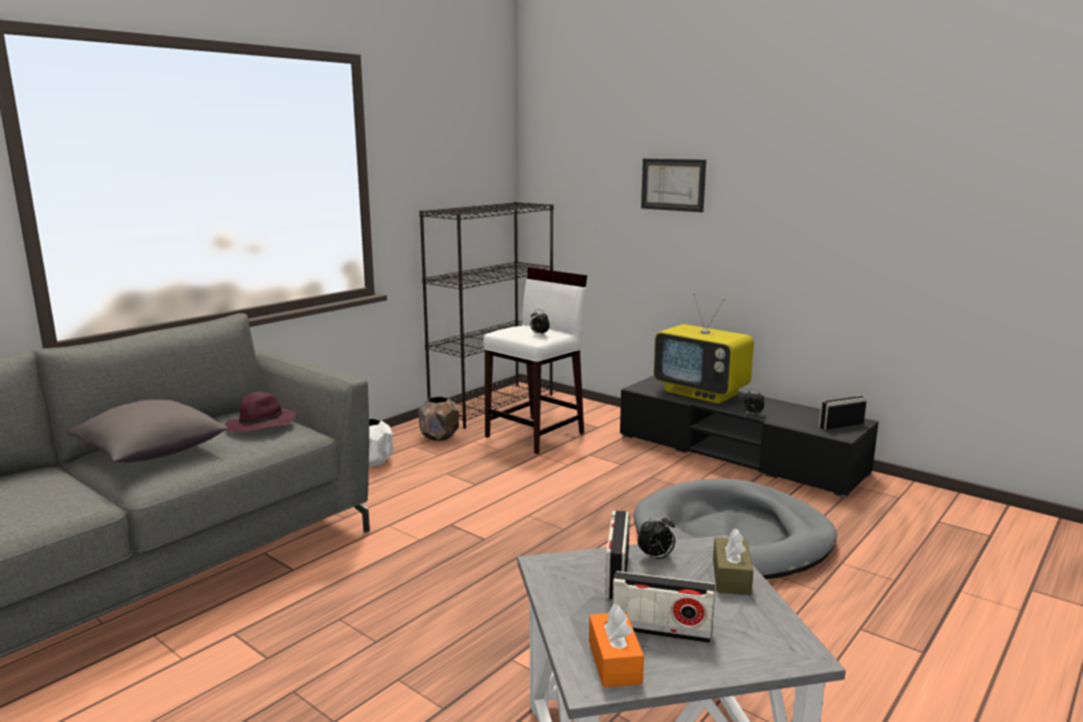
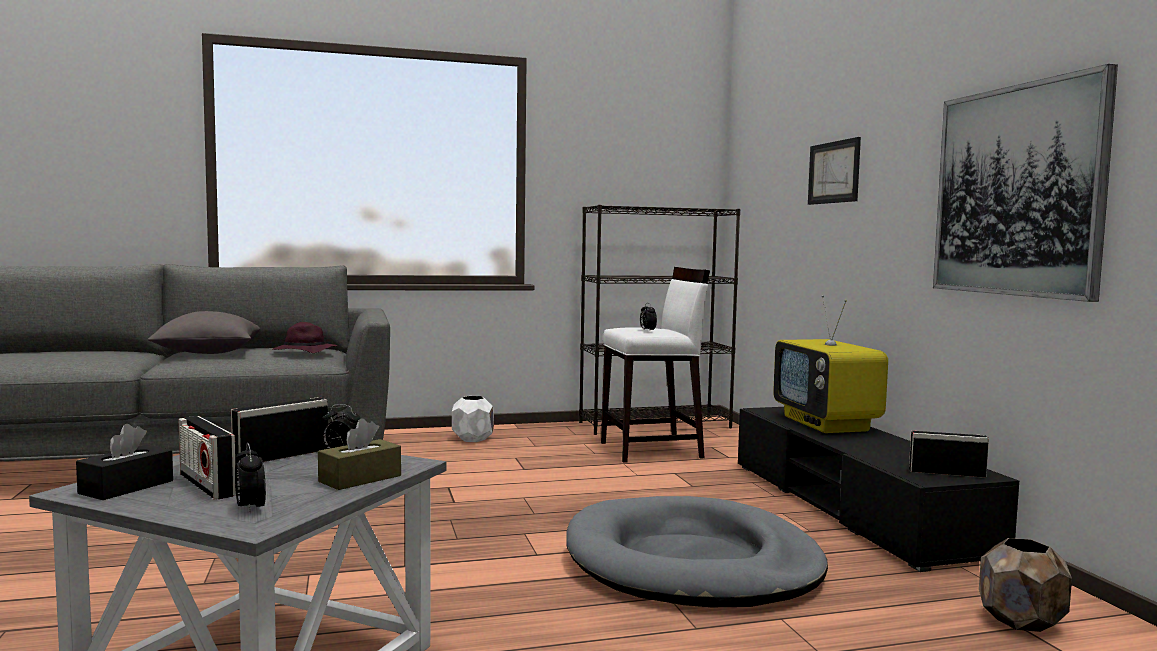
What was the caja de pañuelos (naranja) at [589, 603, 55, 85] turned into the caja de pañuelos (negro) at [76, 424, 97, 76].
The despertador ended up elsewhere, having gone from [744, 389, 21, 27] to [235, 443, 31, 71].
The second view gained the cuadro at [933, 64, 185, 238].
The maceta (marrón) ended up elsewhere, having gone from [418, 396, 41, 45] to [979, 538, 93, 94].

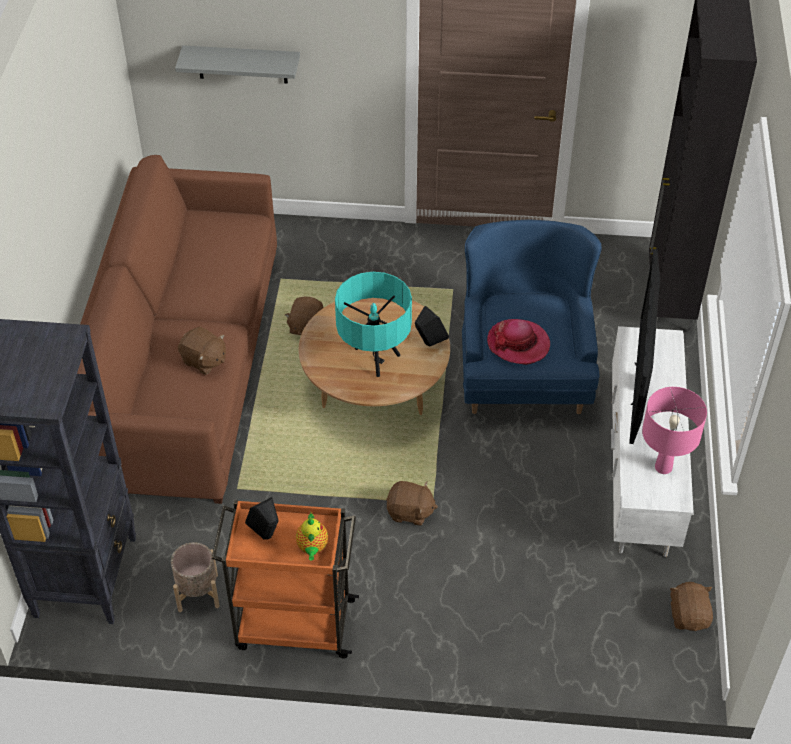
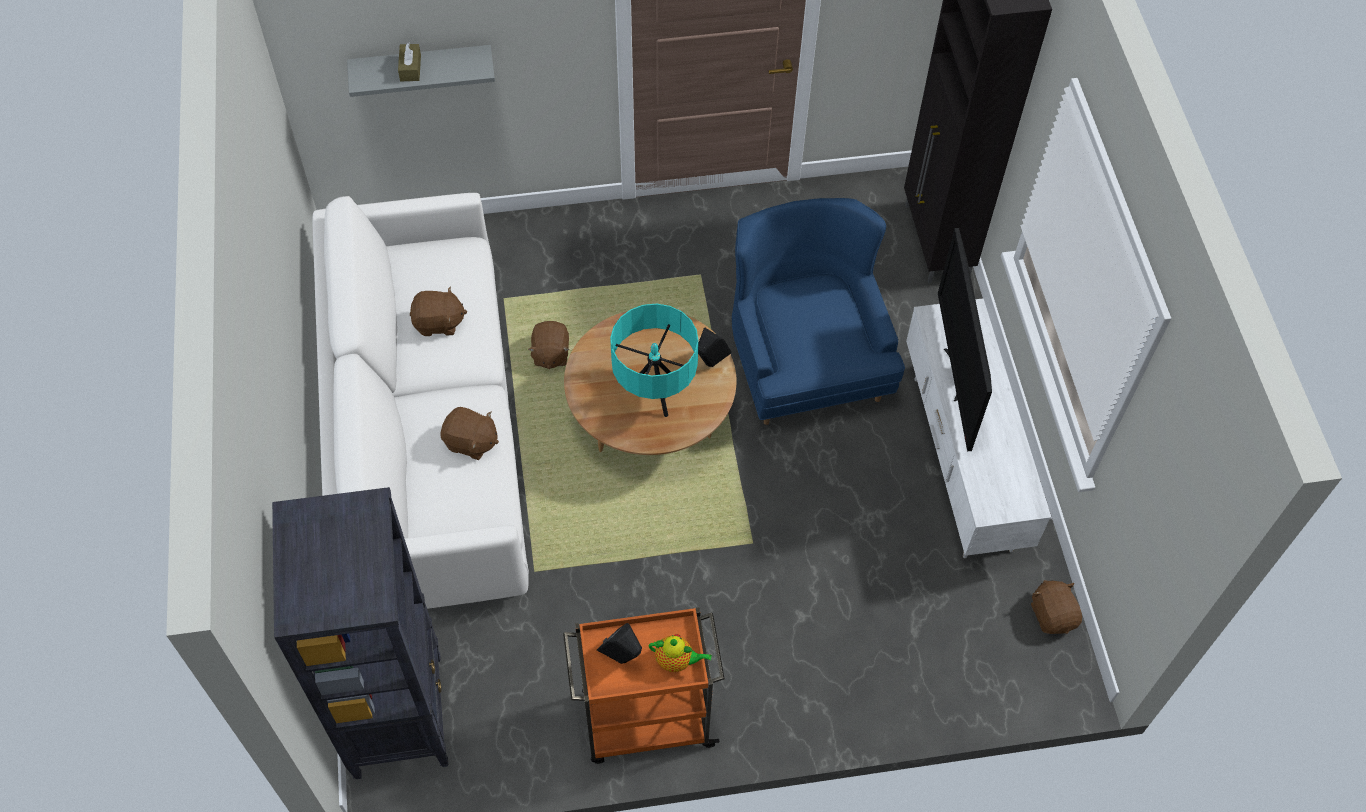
What was the sofá (marrón) at [77, 155, 200, 349] turned into the sofá (blanco) at [313, 193, 216, 416].
The second view gained the caja de pañuelos (marrón) at [398, 43, 23, 38].
The peluche (marrón) ended up elsewhere, having gone from [386, 481, 52, 45] to [410, 286, 57, 50].
The tetera at [296, 513, 32, 47] ended up facing another way, 60 degrees counterclockwise from before.
The second view lost the maceta (beis) at [171, 542, 49, 70].
The second view lost the sombrero at [487, 319, 63, 46].
The second view lost the lámpara de mesa (rosa) at [642, 387, 65, 87].

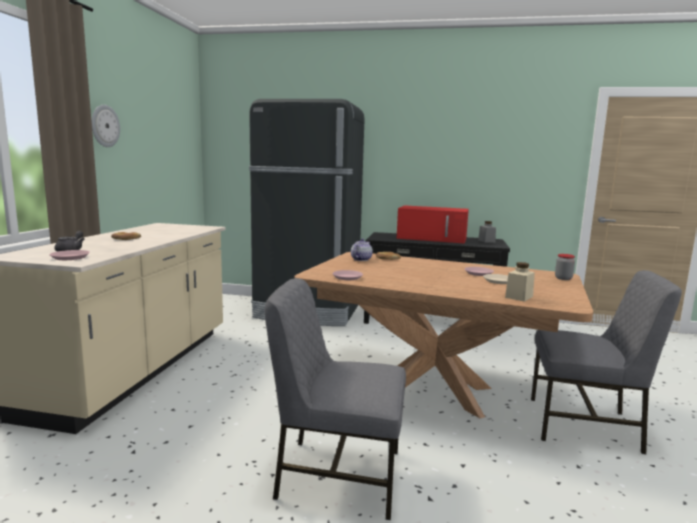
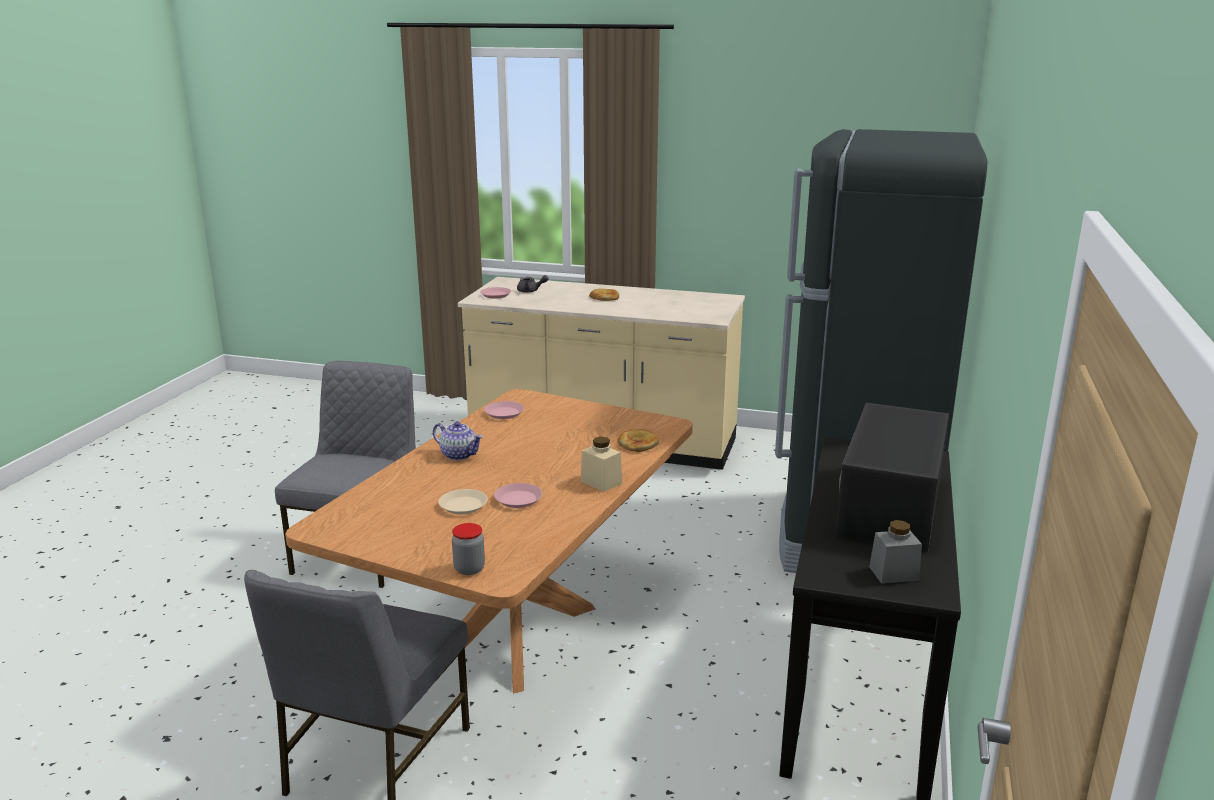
The tetera ended up elsewhere, having gone from [351, 239, 22, 22] to [433, 421, 50, 39].
The tarro (beis) ended up elsewhere, having gone from [505, 262, 30, 40] to [581, 437, 41, 55].
What was the microondas (rojo) at [397, 205, 72, 38] turned into the microondas (negro) at [835, 403, 114, 149].
The second view lost the reloj de pared at [91, 105, 29, 42].

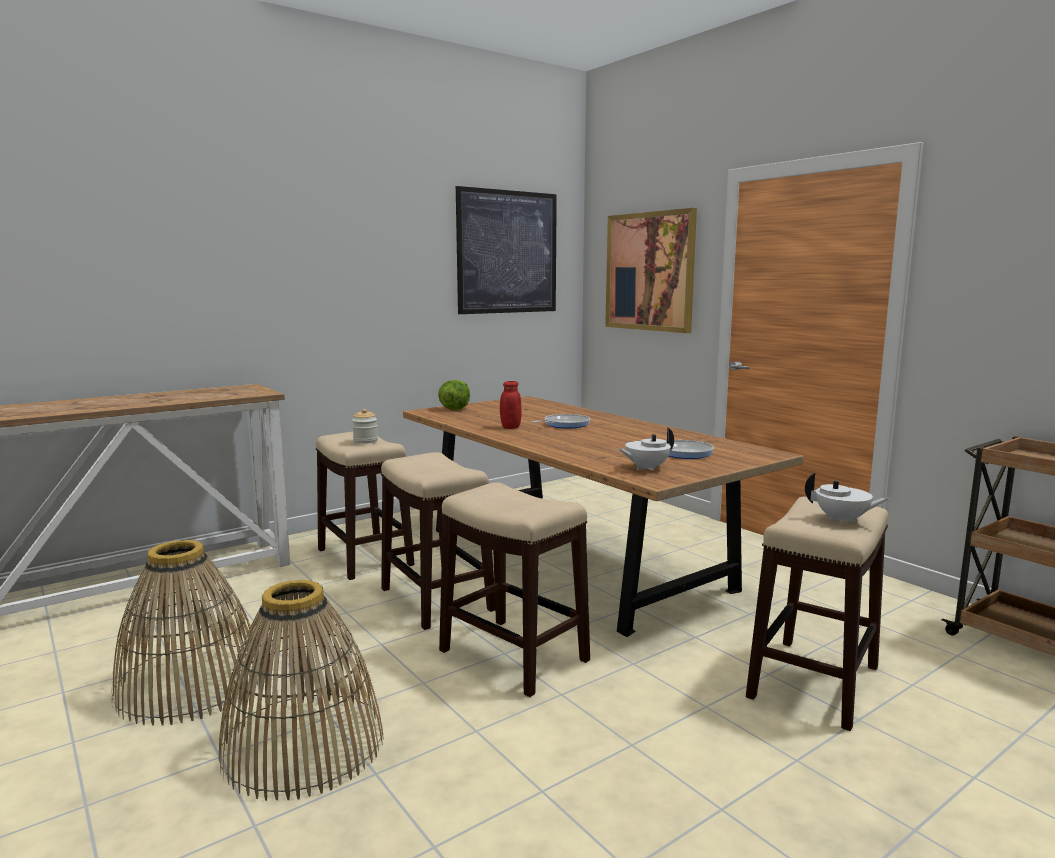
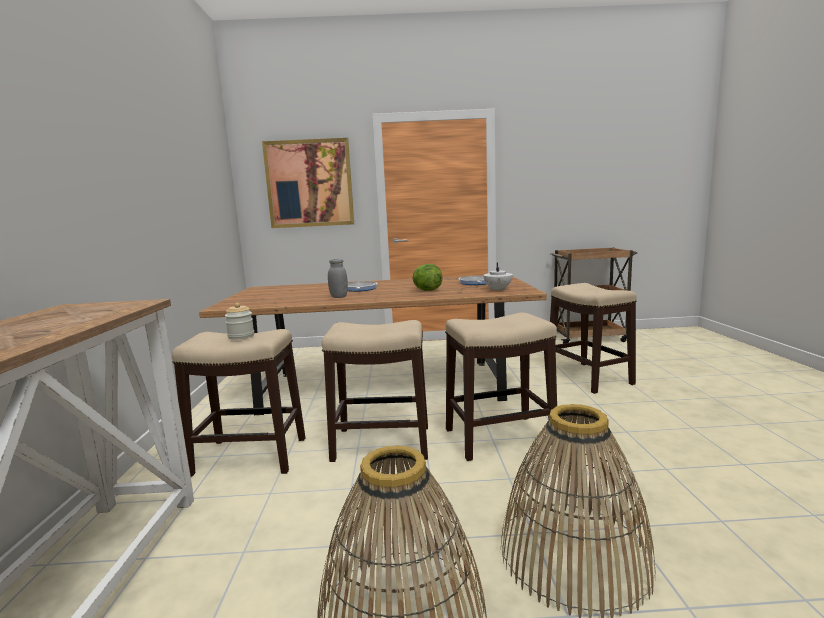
What was the tarro (rojo) at [500, 381, 22, 48] turned into the tarro (gris) at [328, 259, 20, 39].
The lechuga ended up elsewhere, having gone from [438, 380, 32, 30] to [413, 264, 29, 27].
The second view lost the cuadro at [456, 186, 101, 128].
The second view lost the tetera (blanco) at [805, 472, 85, 52].

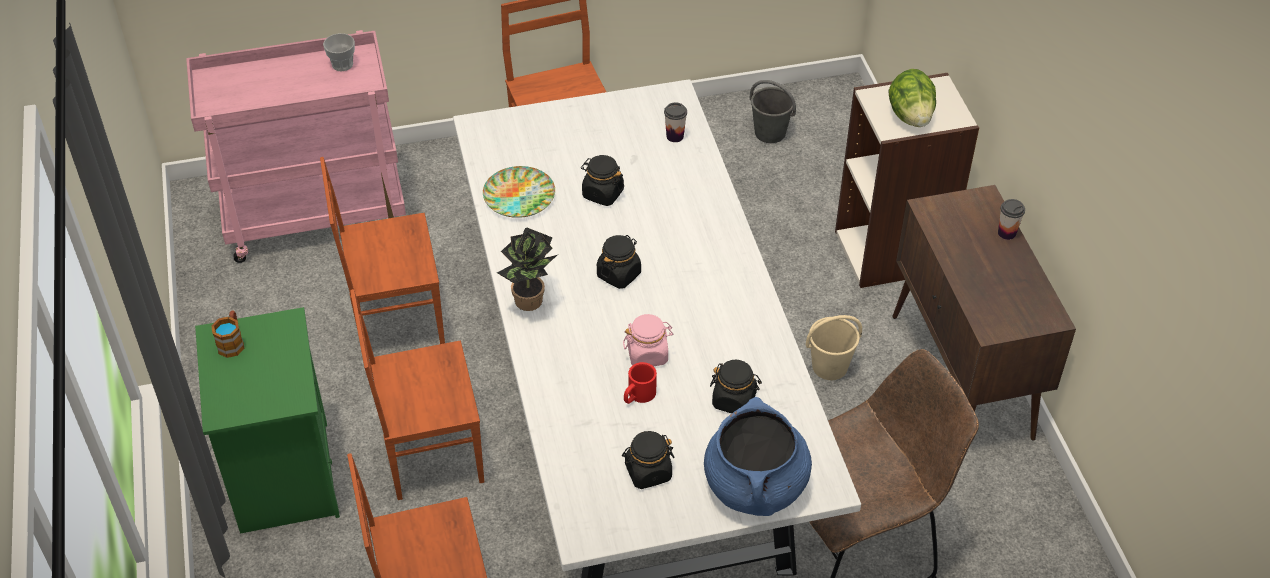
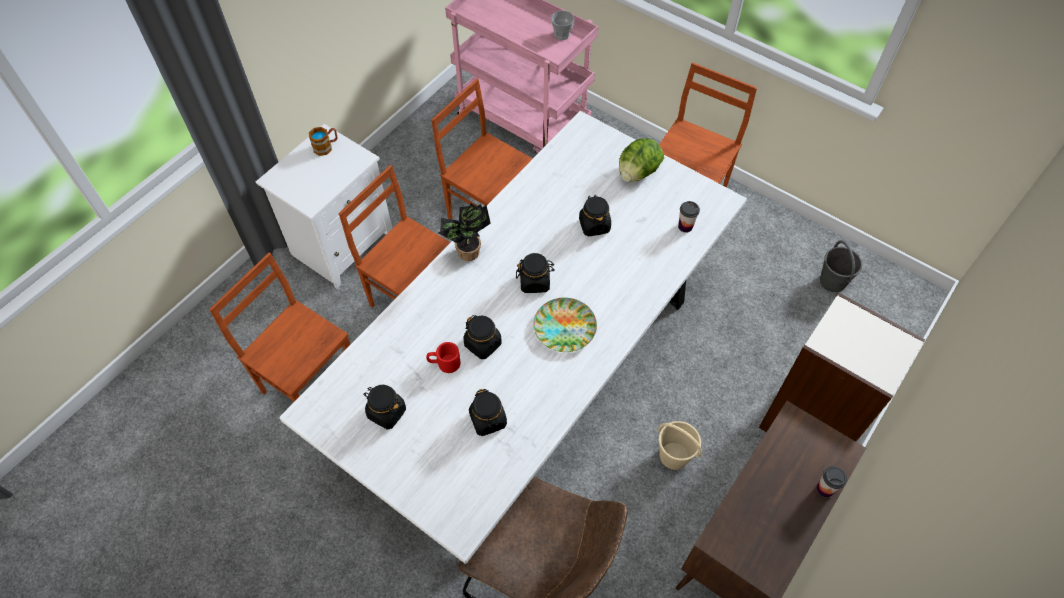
What was the mesita de noche (verde) at [195, 307, 145, 227] turned into the mesita de noche (blanco) at [256, 124, 136, 165].
What was the tarro (rosa) at [623, 314, 50, 52] turned into the tarro (negro) at [463, 315, 39, 44].
The plato ended up elsewhere, having gone from [483, 166, 72, 52] to [533, 298, 64, 54].
The lechuga ended up elsewhere, having gone from [889, 69, 47, 58] to [619, 138, 45, 44].
The second view lost the olla (azul) at [704, 397, 108, 119].

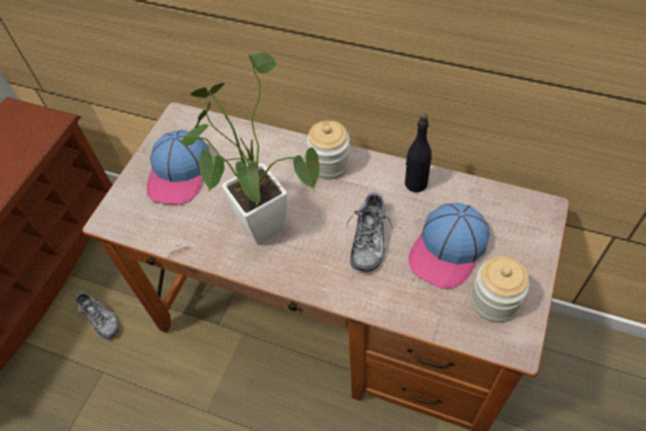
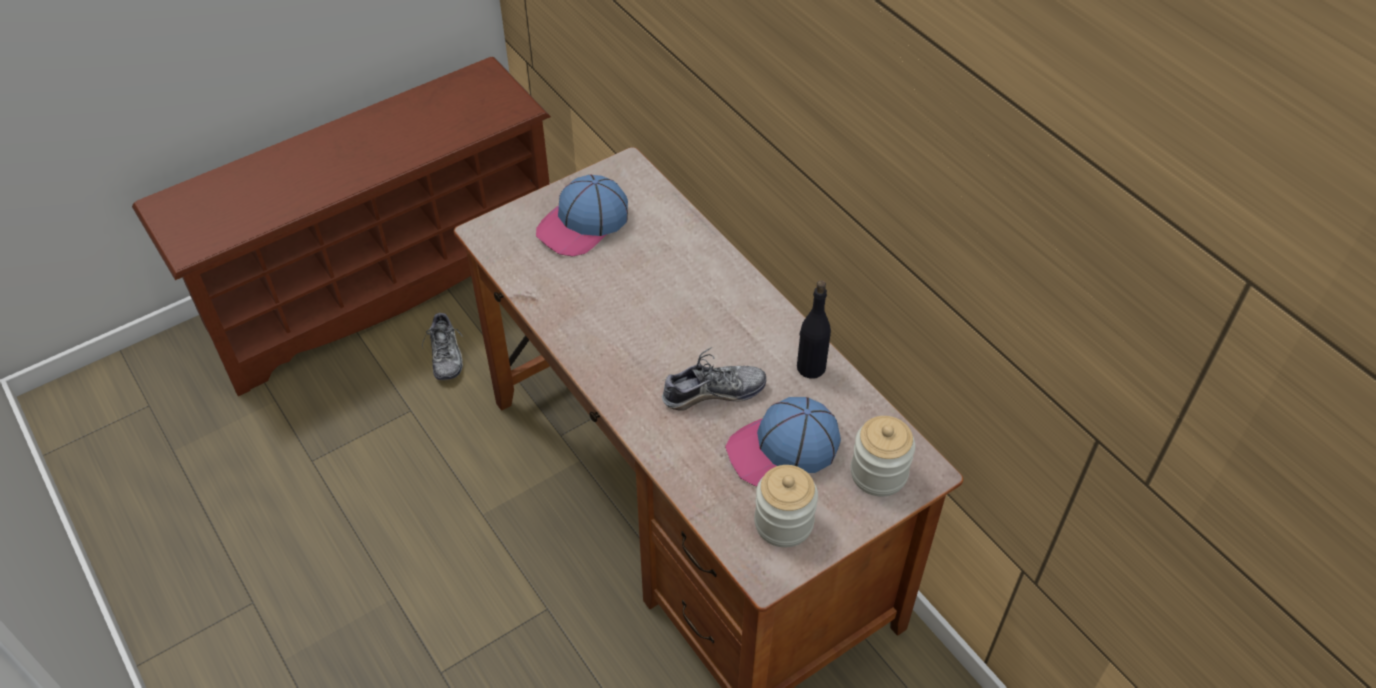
The zapato at [346, 190, 47, 82] ended up facing another way, 150 degrees counterclockwise from before.
The tarro ended up elsewhere, having gone from [307, 120, 43, 60] to [851, 416, 64, 81].
The second view lost the planta en maceta at [181, 52, 139, 193].

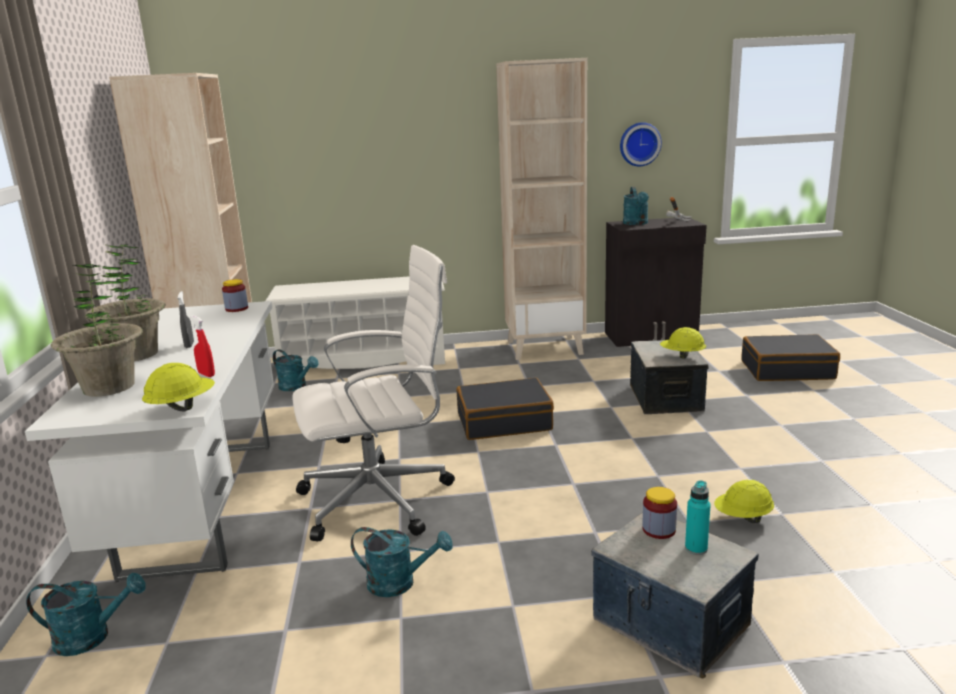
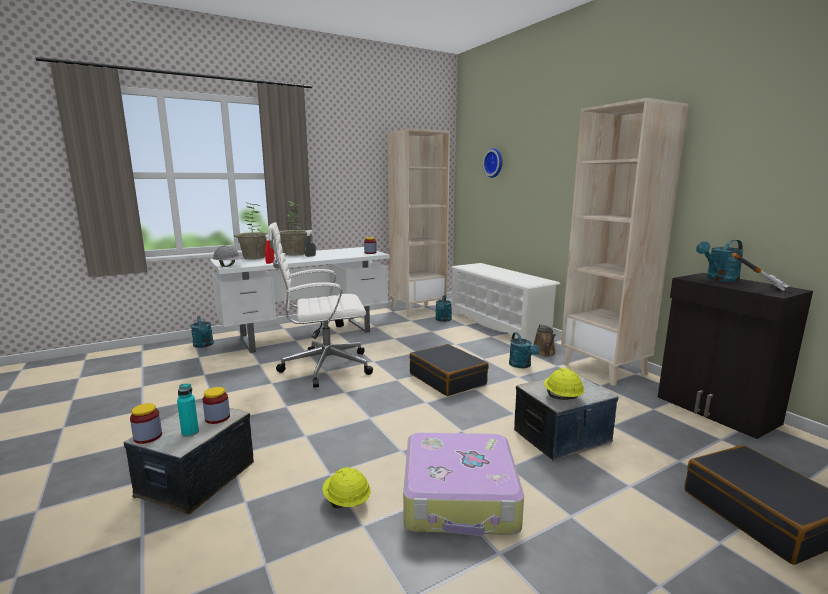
The second view gained the tarro at [130, 403, 32, 41].
What was the casco (amarillo) at [142, 363, 73, 48] turned into the casco (gris) at [213, 245, 31, 22].
The silla de oficina (blanco) at [292, 245, 163, 296] ended up facing another way, 120 degrees clockwise from before.
The second view gained the maleta at [403, 433, 121, 103].
The reloj de pared ended up elsewhere, having gone from [620, 122, 42, 44] to [483, 148, 20, 30].
The regadera (turquesa) ended up elsewhere, having gone from [351, 527, 102, 70] to [509, 332, 31, 36].
The second view gained the regadera (marrón) at [533, 324, 23, 32].

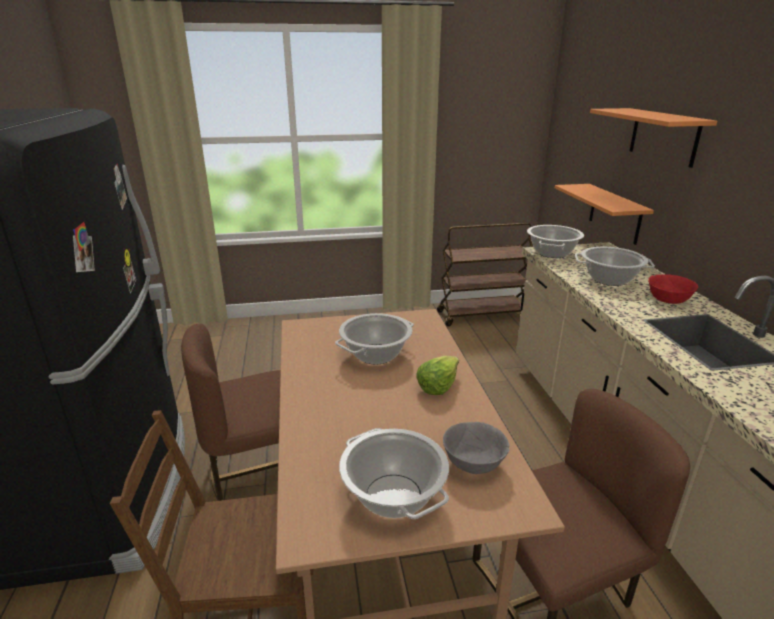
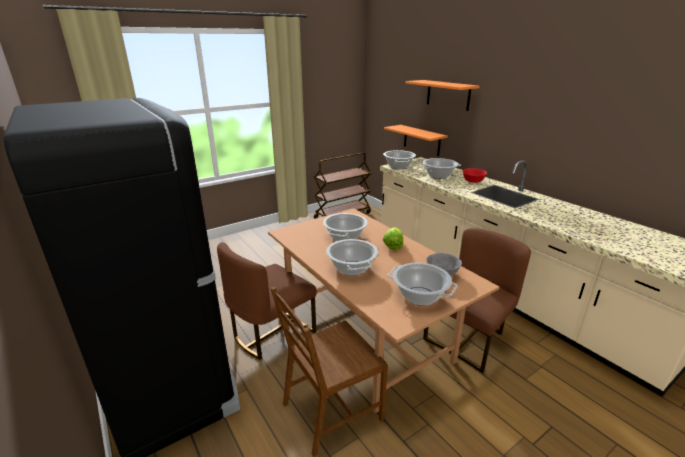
The second view gained the olla at [326, 239, 52, 37].

